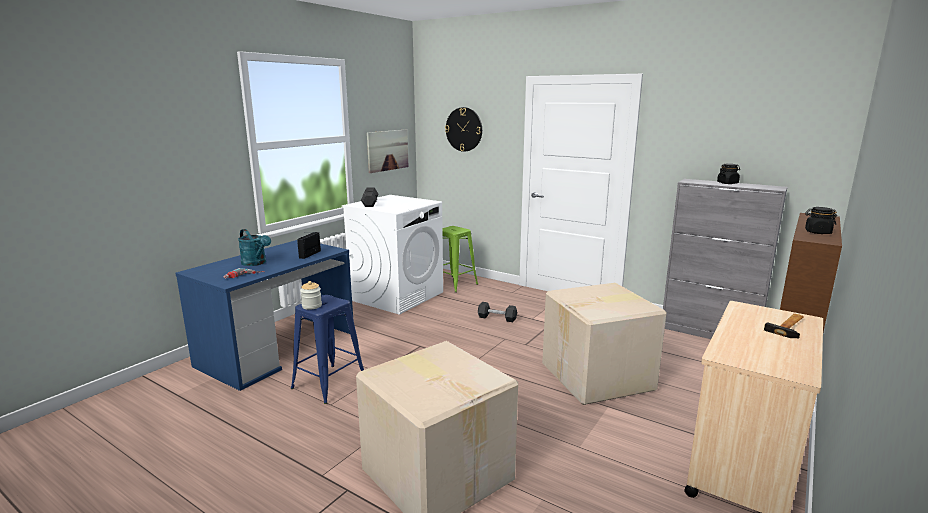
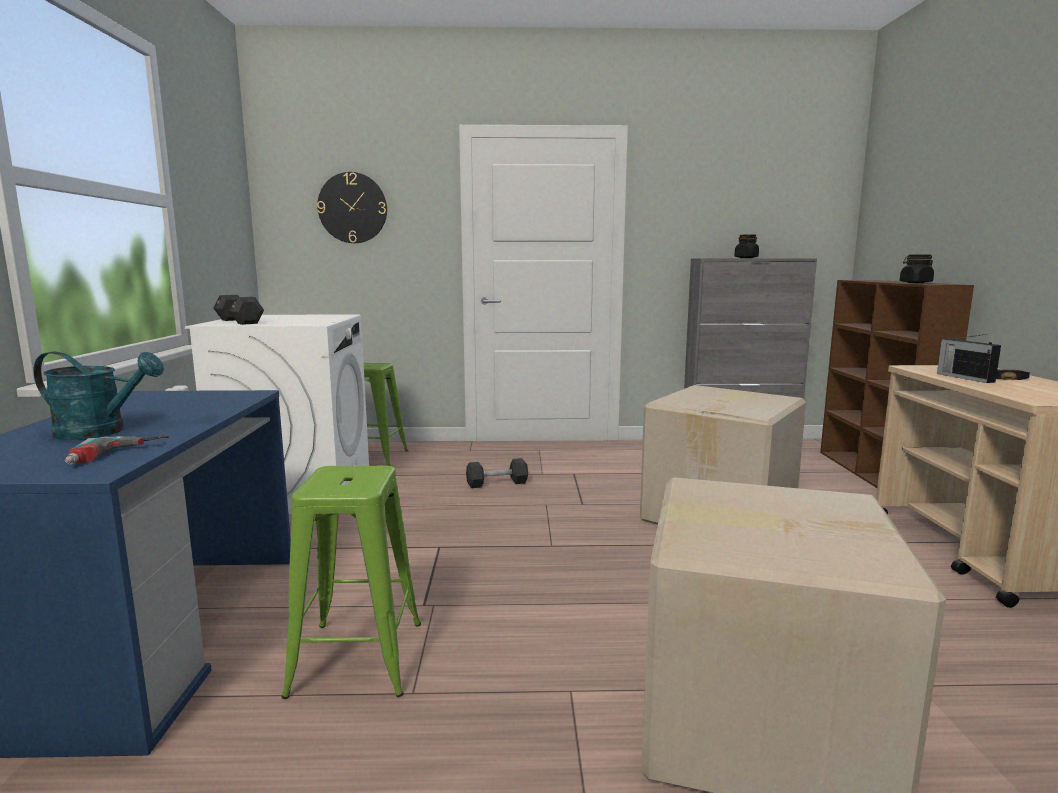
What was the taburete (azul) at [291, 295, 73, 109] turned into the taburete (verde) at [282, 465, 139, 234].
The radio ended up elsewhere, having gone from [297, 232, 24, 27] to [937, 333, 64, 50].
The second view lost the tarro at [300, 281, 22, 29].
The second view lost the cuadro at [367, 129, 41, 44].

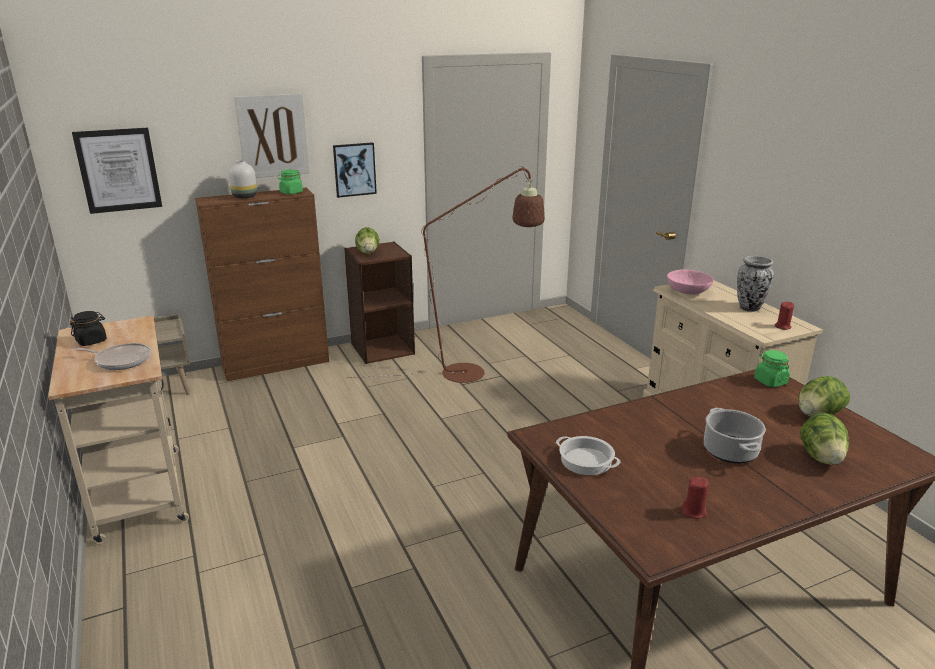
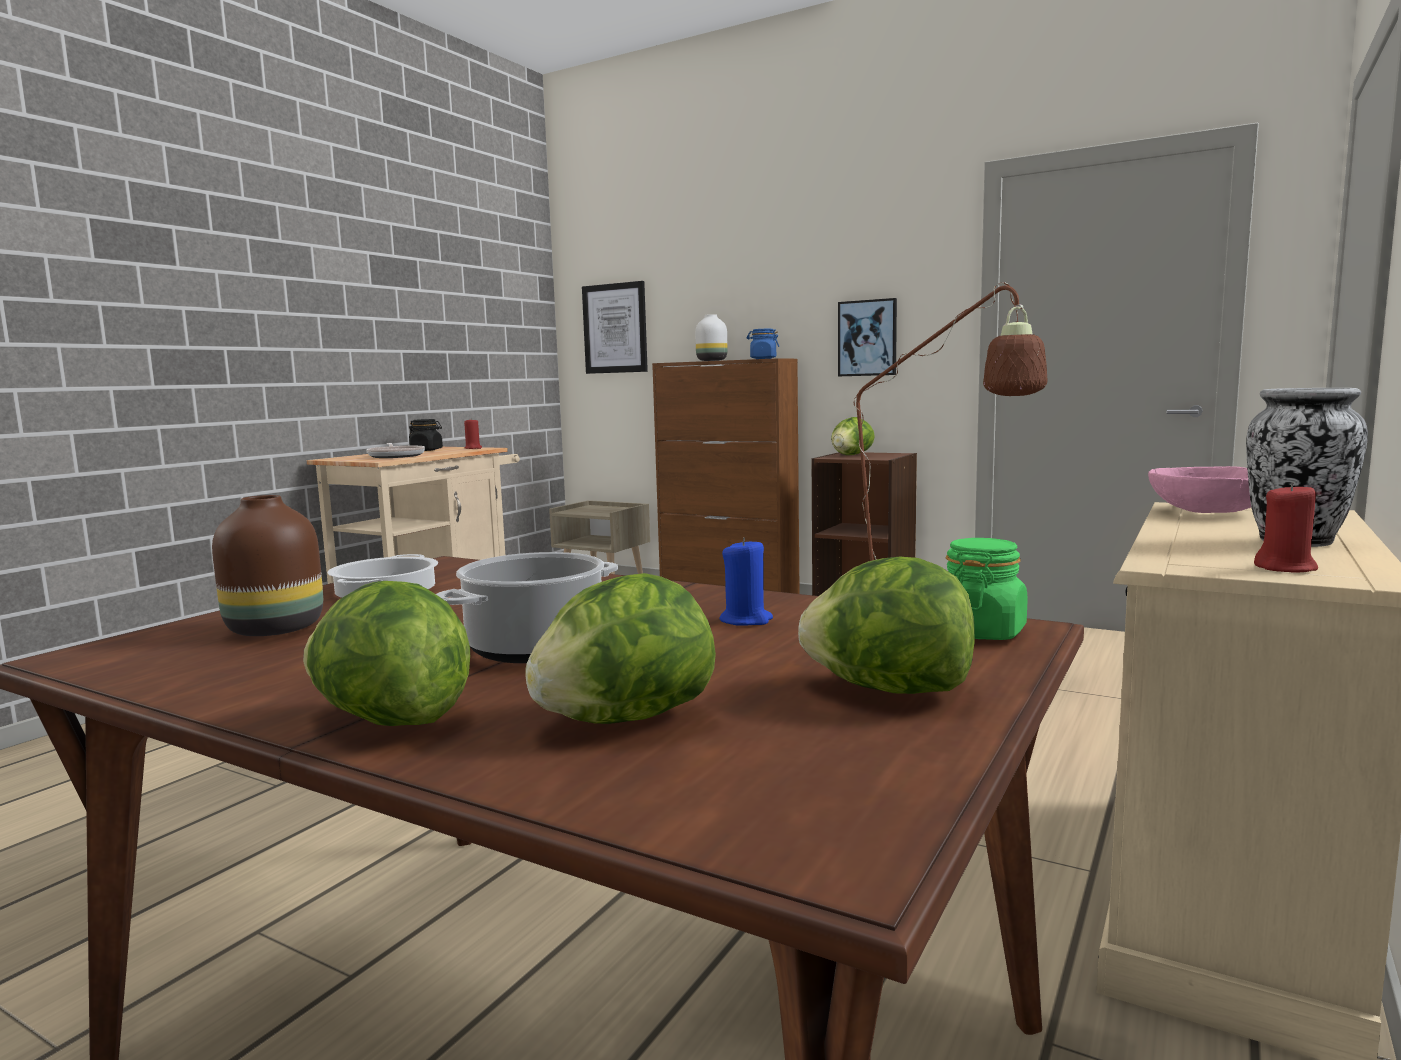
The second view gained the florero (marrón) at [212, 495, 111, 141].
The second view gained the lechuga at [303, 581, 167, 145].
The vela (rojo) ended up elsewhere, having gone from [682, 477, 27, 42] to [464, 418, 18, 31].
The second view gained the vela (azul) at [719, 537, 54, 89].
What was the tarro (verde) at [278, 170, 25, 24] turned into the tarro (azul) at [747, 329, 32, 30].
The second view lost the cuadro at [234, 94, 76, 84].

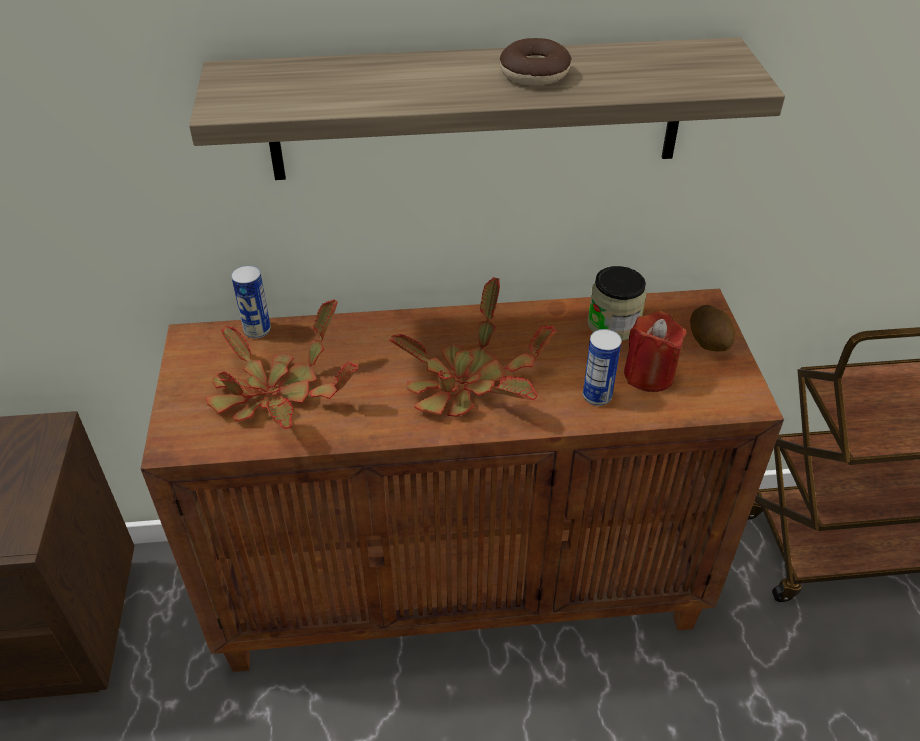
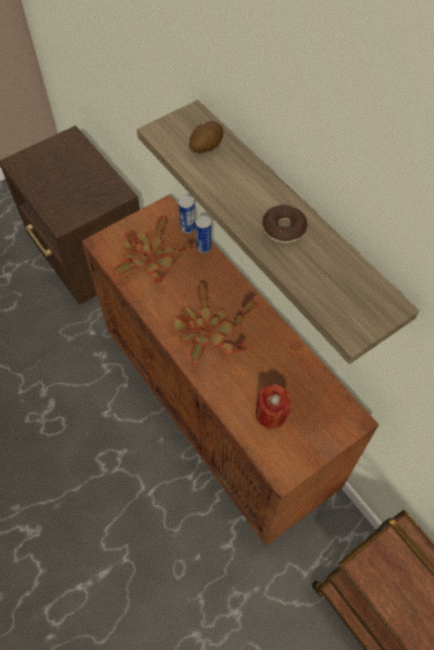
The patata ended up elsewhere, having gone from [690, 305, 45, 46] to [189, 121, 34, 32].
The lata ended up elsewhere, having gone from [583, 329, 38, 77] to [195, 215, 17, 38].
The second view lost the tarro at [588, 266, 59, 75].

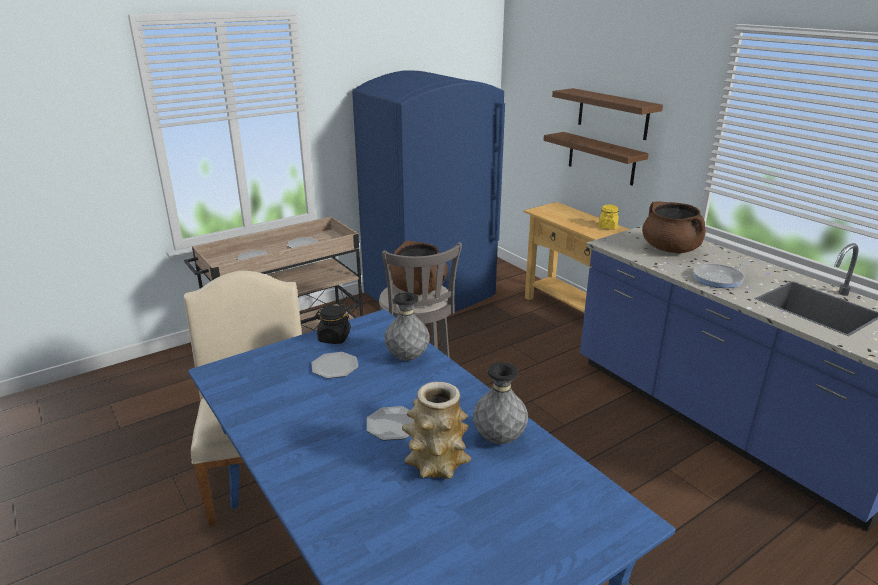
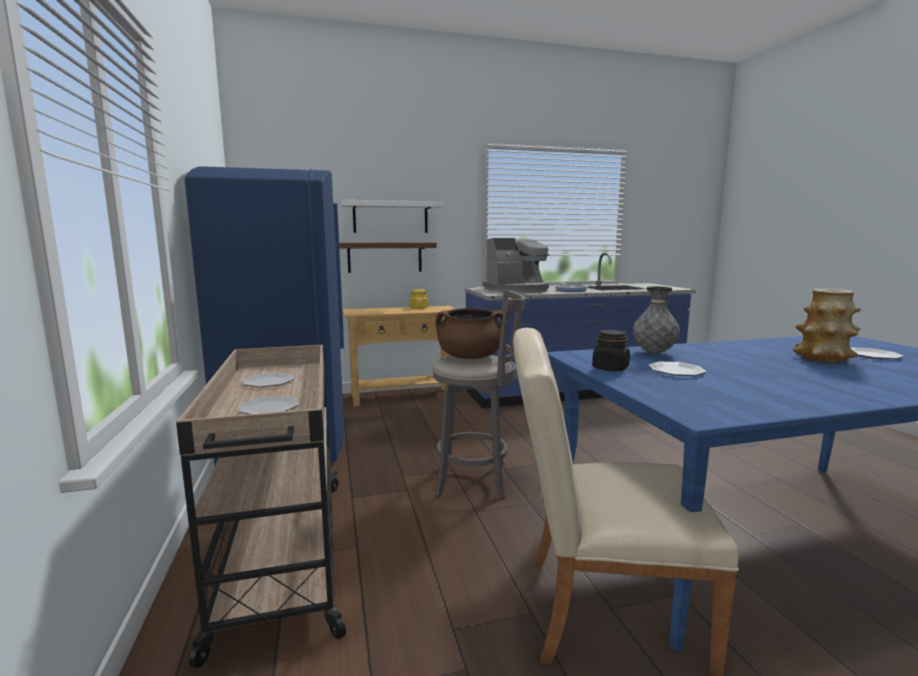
What was the estante (marrón) at [552, 88, 111, 52] turned into the estante (blanco) at [341, 200, 102, 33].
Where the olla (marrón) stood at [642, 202, 64, 52], the cafetera came to stand at [483, 238, 66, 55].
The plato ended up elsewhere, having gone from [367, 406, 47, 35] to [851, 348, 53, 11].
The second view lost the florero (gris) at [473, 362, 55, 82].

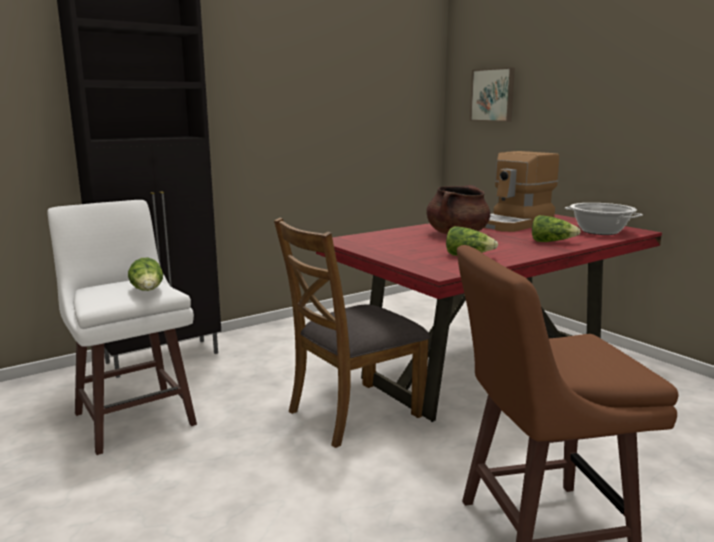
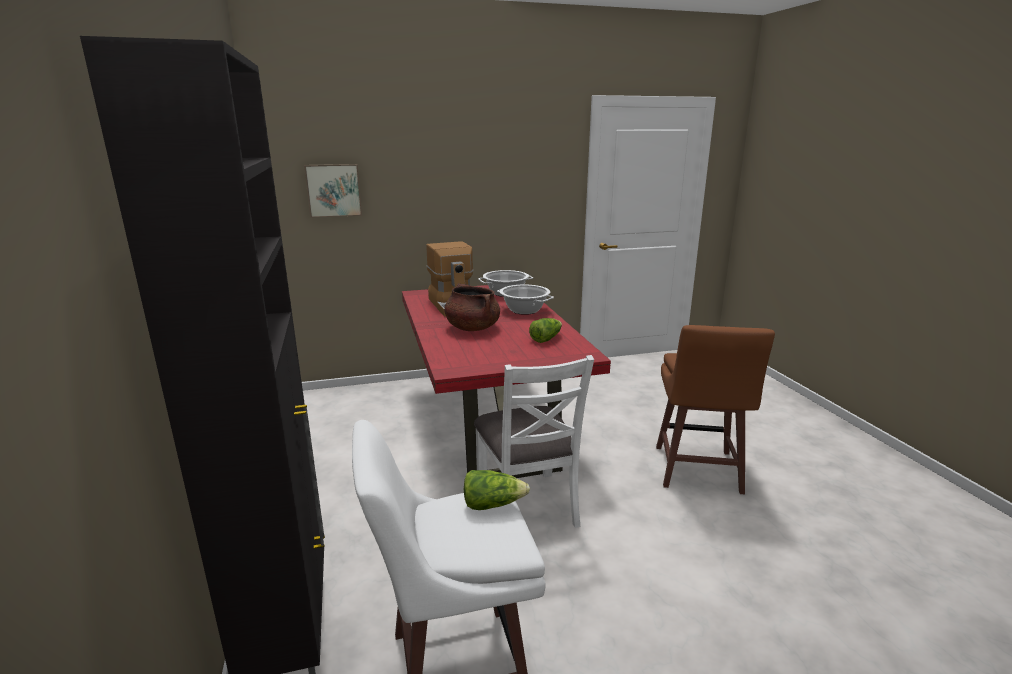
What was the silla (marrón) at [274, 218, 156, 230] turned into the silla (blanco) at [474, 355, 120, 173].
Where the lechuga stood at [532, 215, 49, 27], the olla came to stand at [497, 285, 57, 30].

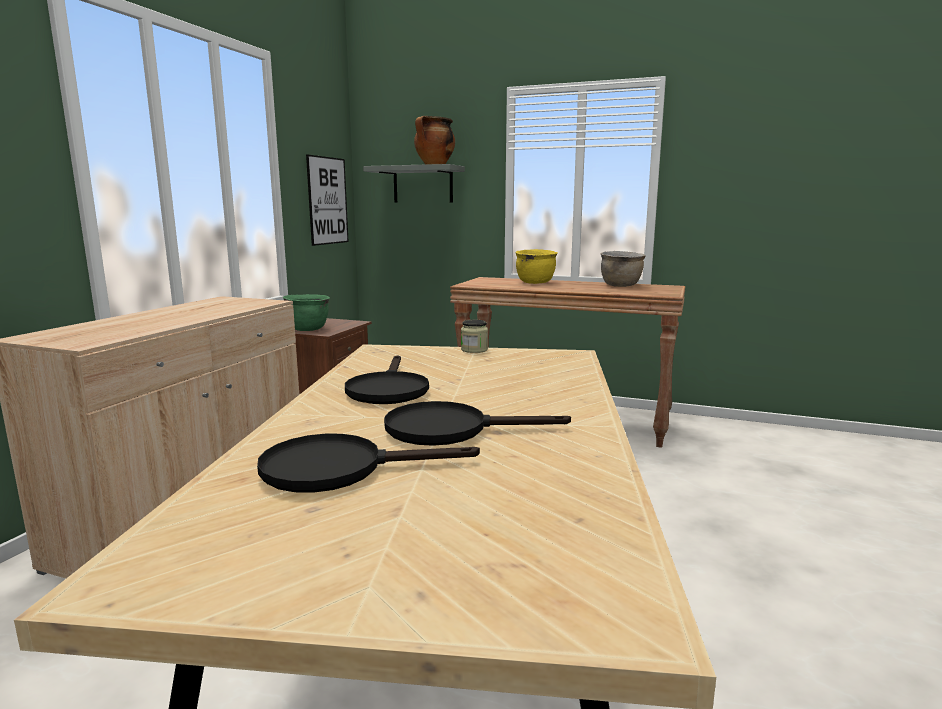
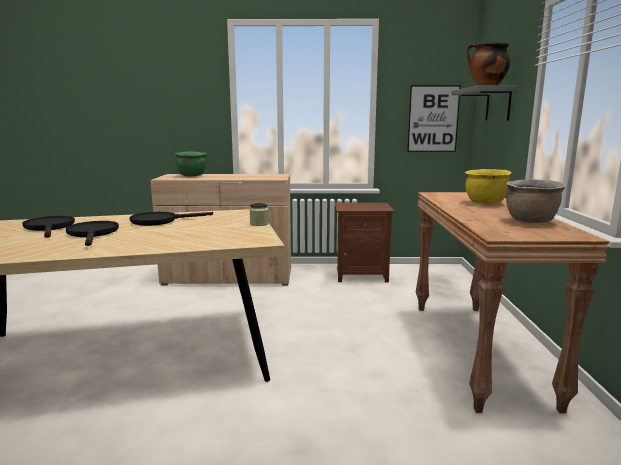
The olla (verde) ended up elsewhere, having gone from [283, 294, 47, 37] to [175, 151, 32, 26].

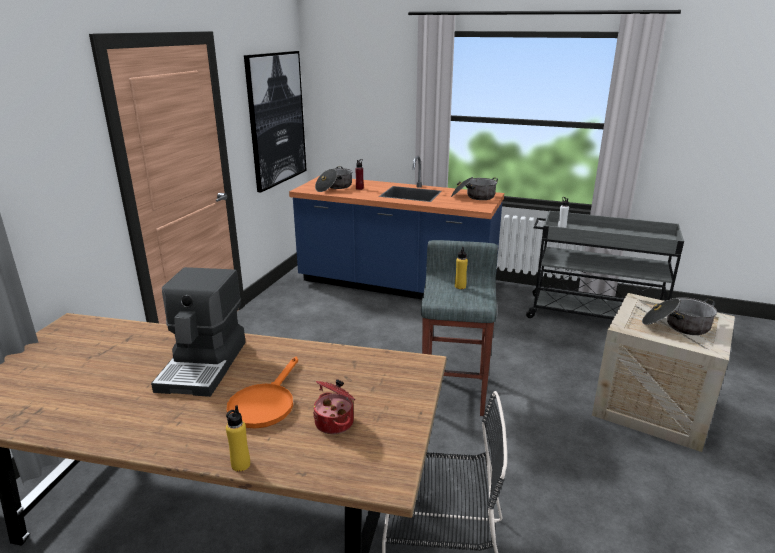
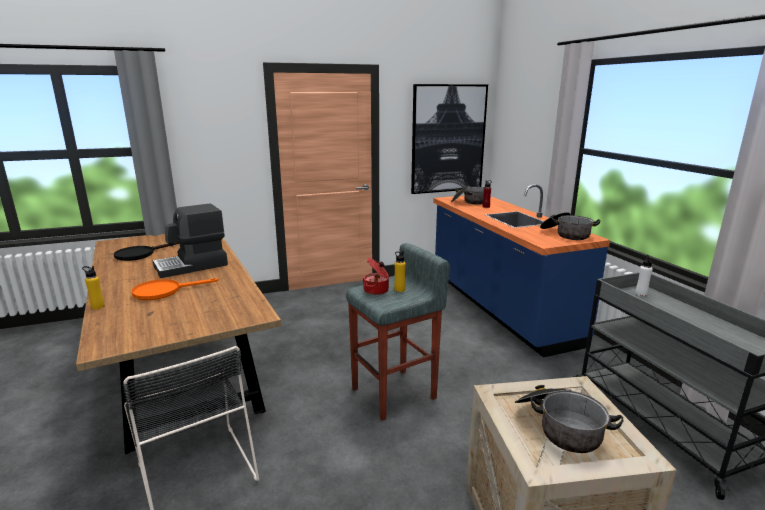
The second view gained the sartén (negro) at [114, 242, 66, 19].
The olla ended up elsewhere, having gone from [313, 379, 43, 55] to [363, 258, 26, 37].

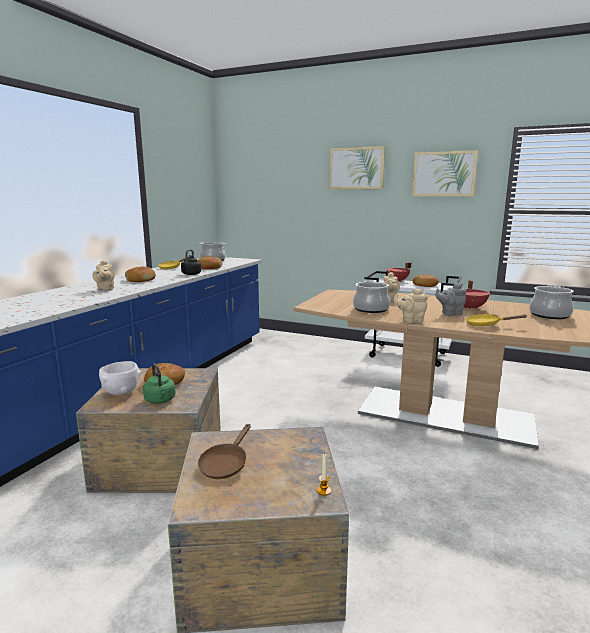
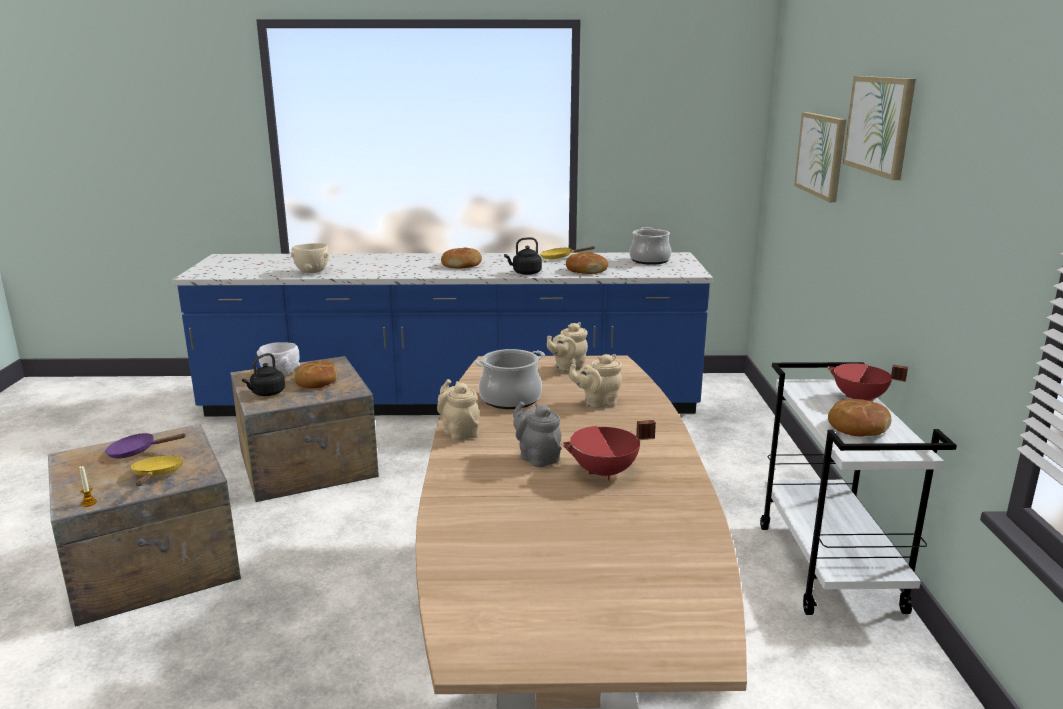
What was the sartén (marrón) at [198, 424, 53, 55] turned into the sartén (morado) at [105, 433, 81, 26].
The sartén (amarillo) ended up elsewhere, having gone from [466, 314, 62, 12] to [131, 456, 52, 30].
What was the hervidor (verde) at [143, 363, 33, 41] turned into the hervidor (negro) at [242, 353, 43, 43].
The second view gained the cuenco (beis) at [291, 243, 38, 30].
The tetera (beis) ended up elsewhere, having gone from [92, 259, 23, 32] to [547, 322, 41, 51].
The cuadro ended up elsewhere, having gone from [412, 150, 66, 46] to [794, 112, 52, 90].
The second view lost the olla at [529, 285, 45, 34].

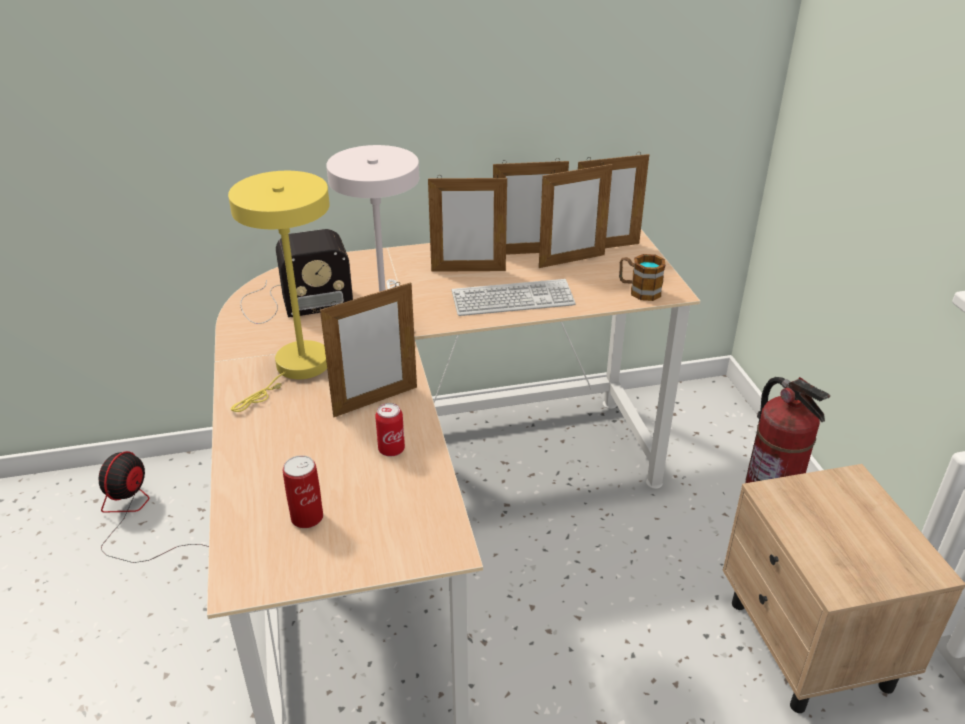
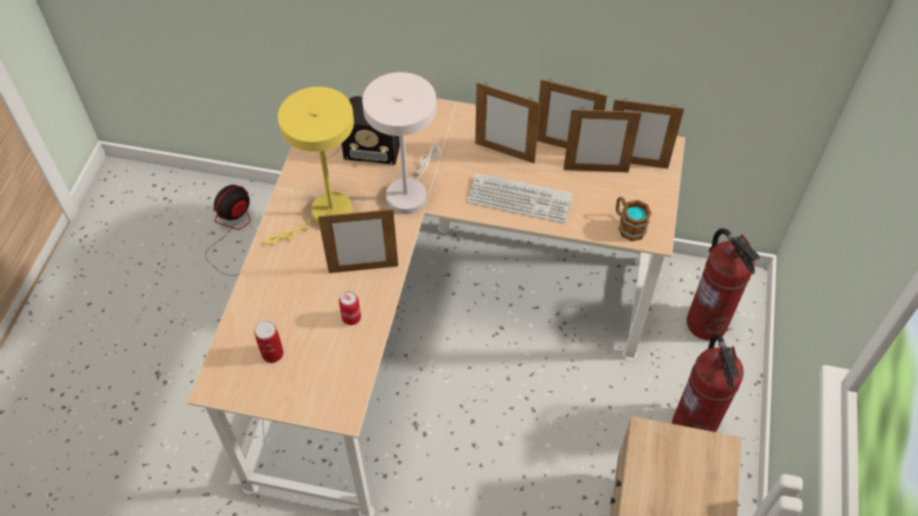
The second view gained the extintor at [686, 228, 74, 112].

